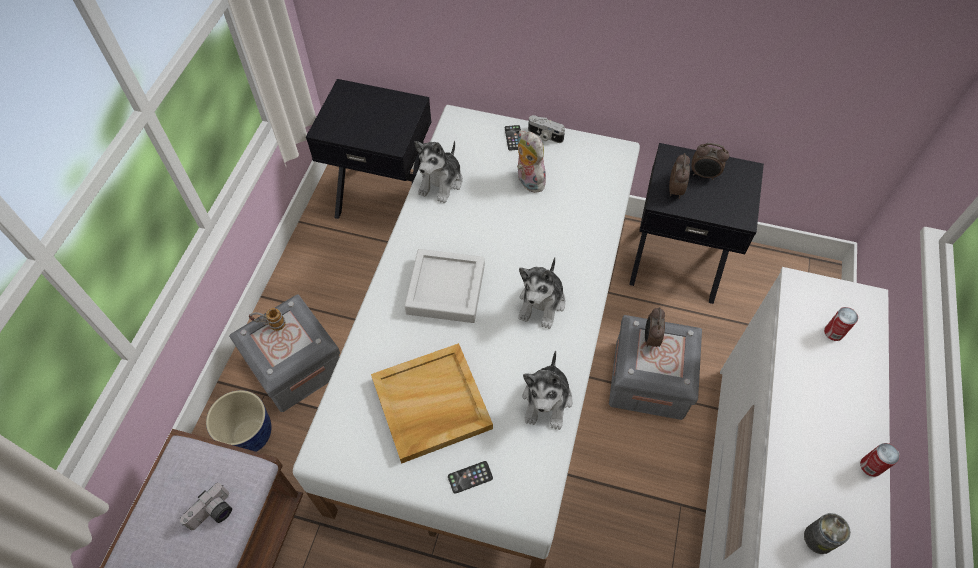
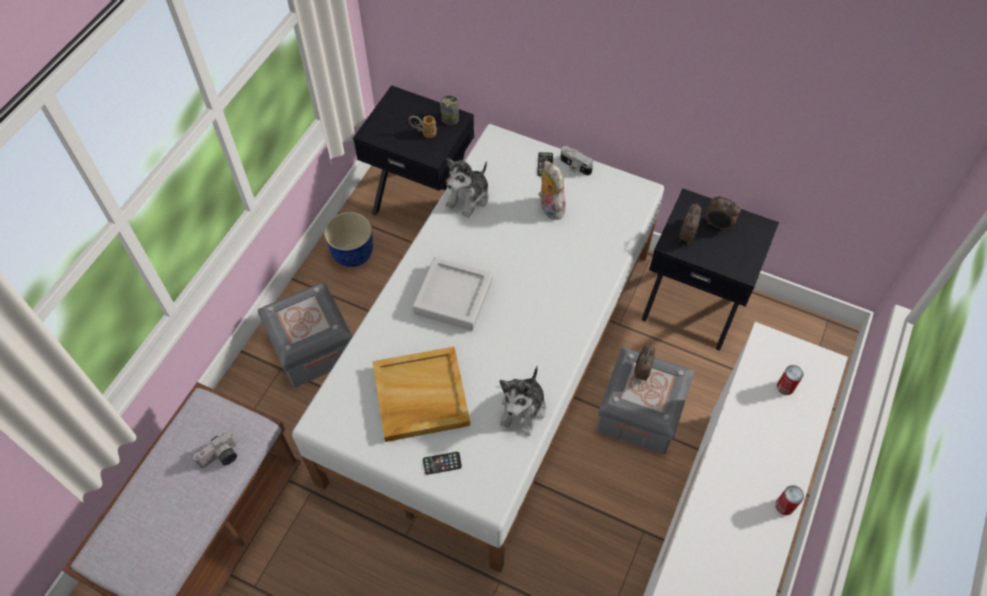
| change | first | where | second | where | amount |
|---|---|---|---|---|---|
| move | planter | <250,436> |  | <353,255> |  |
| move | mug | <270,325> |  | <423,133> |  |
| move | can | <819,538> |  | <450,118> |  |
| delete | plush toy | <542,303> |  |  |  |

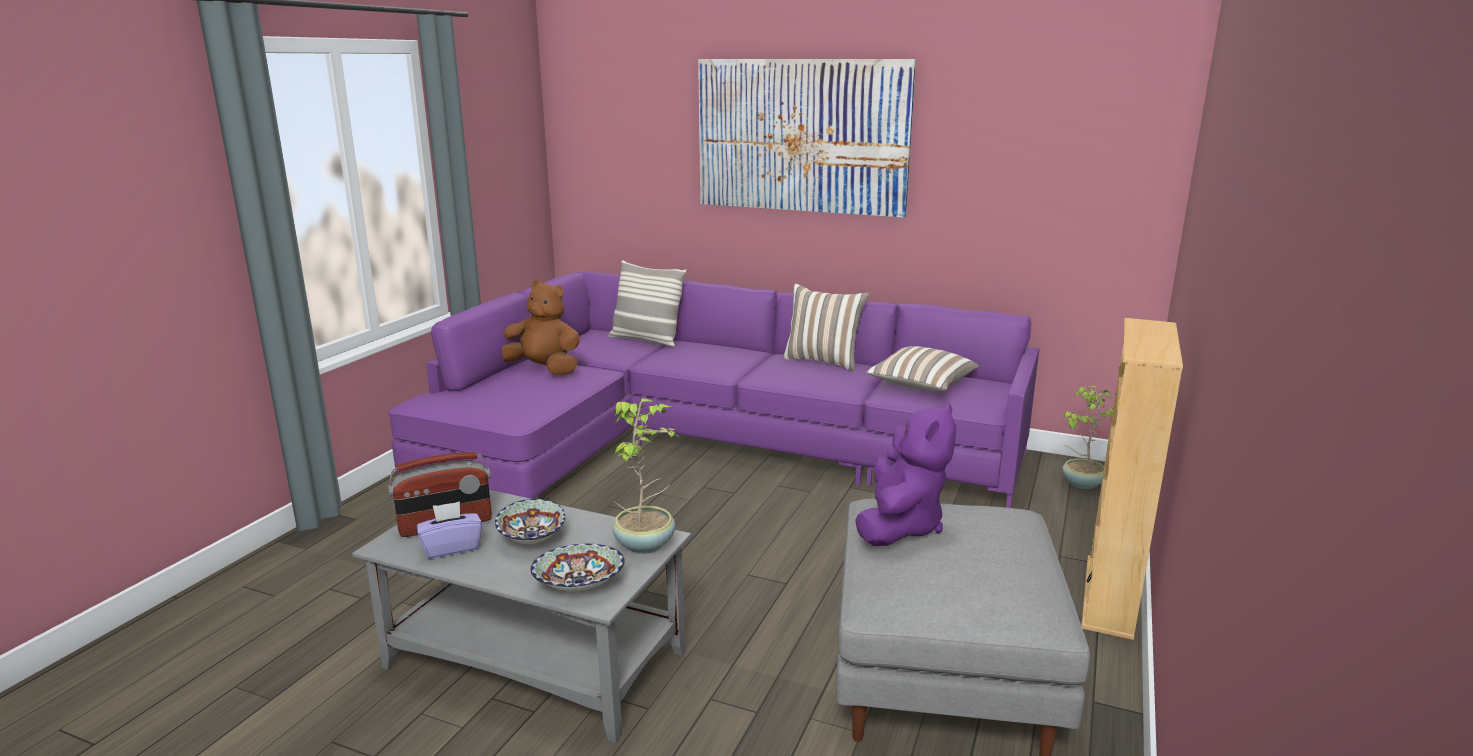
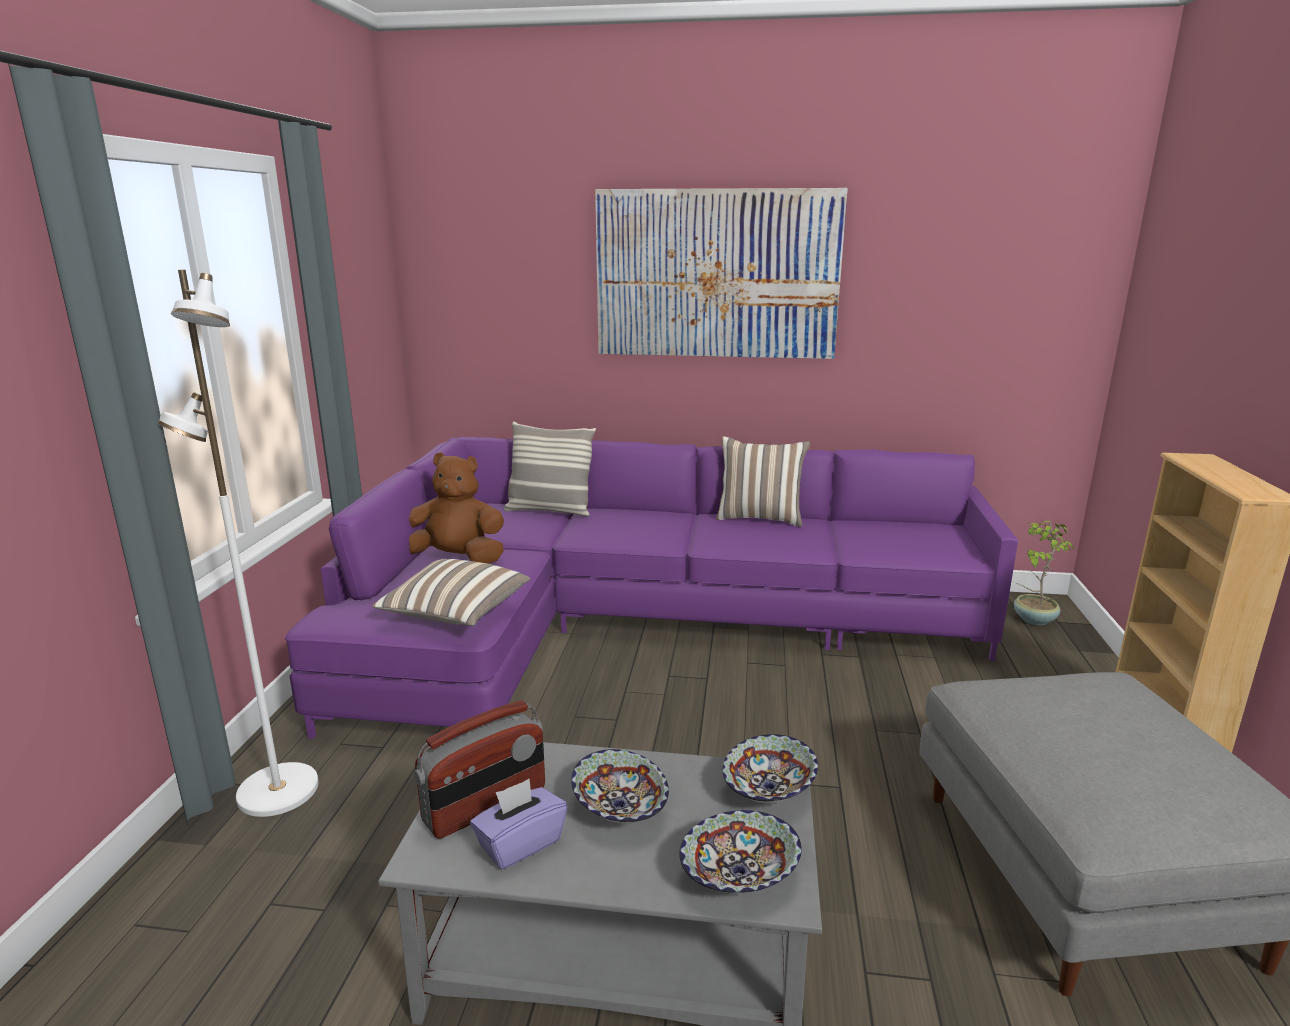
| change | first | where | second | where | amount |
|---|---|---|---|---|---|
| insert |  |  | white floor lamp | <276,792> |  |
| move | pillow | <921,386> |  | <455,613> |  |
| replace | potted plant | <646,544> | bowl | <769,791> |  |
| delete | purple plush toy | <900,526> |  |  |  |

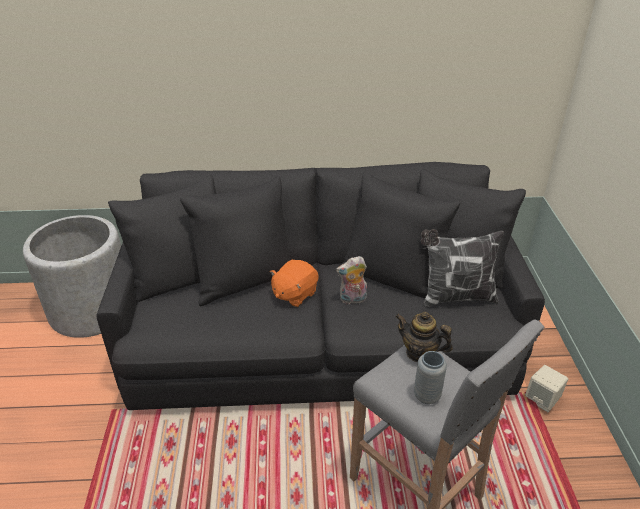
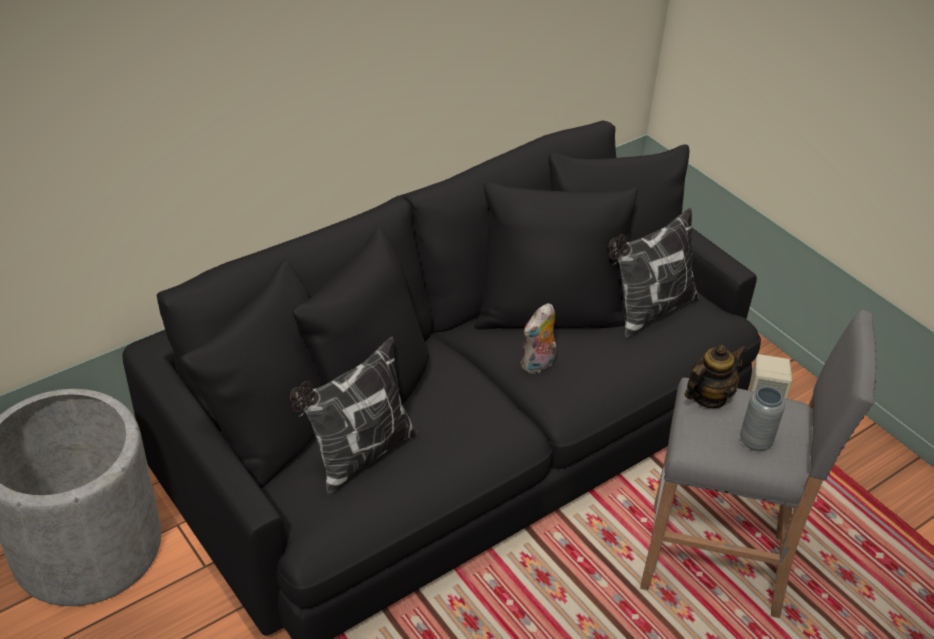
| change | first | where | second | where | amount |
|---|---|---|---|---|---|
| insert |  |  | pillow | <359,455> |  |
| rotate | teapot | <420,353> |  | <708,397> | 150 degrees clockwise |
| delete | orange plush toy | <294,294> |  |  |  |

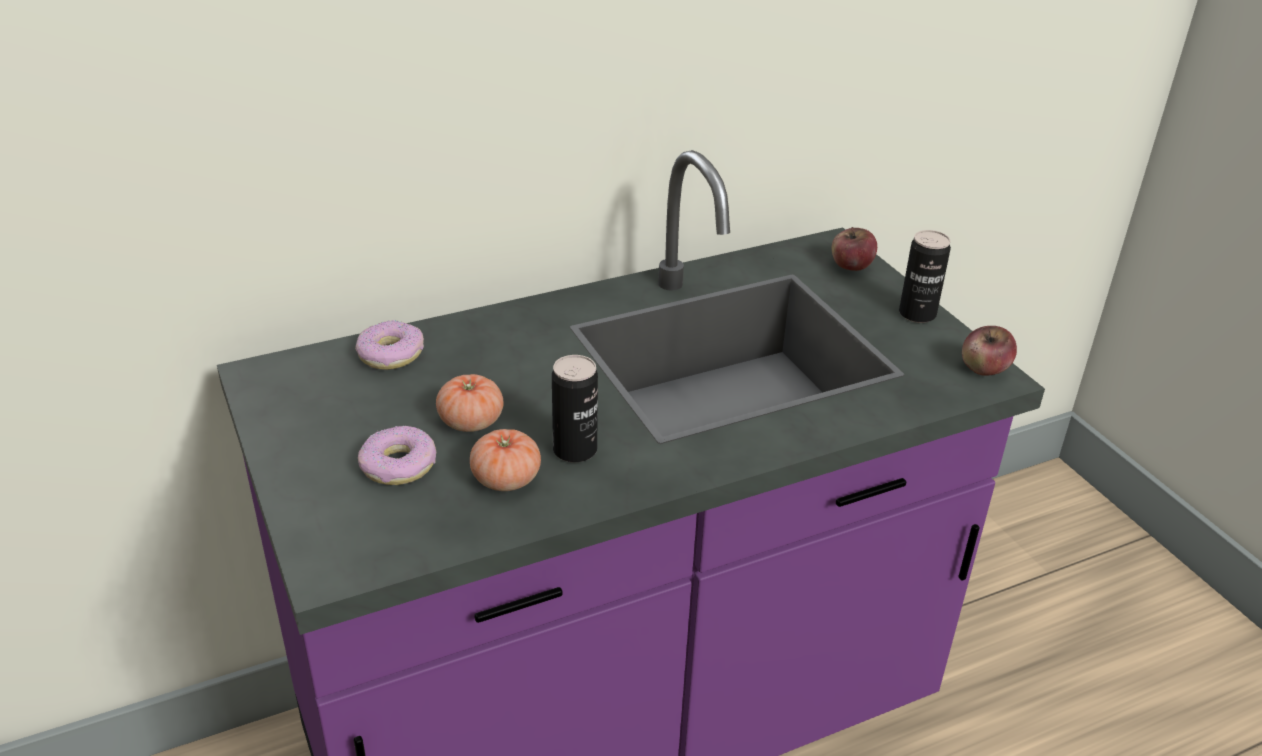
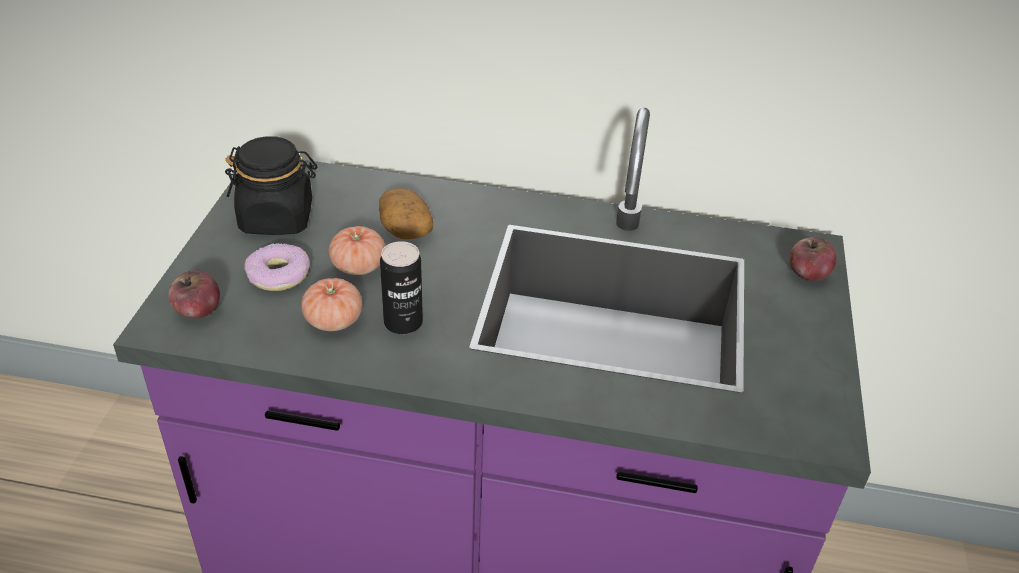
| change | first | where | second | where | amount |
|---|---|---|---|---|---|
| move | apple | <984,369> |  | <197,311> |  |
| insert |  |  | black jar | <277,218> |  |
| insert |  |  | potato | <405,228> |  |
| delete | donut | <390,354> |  |  |  |
| delete | can | <917,314> |  |  |  |

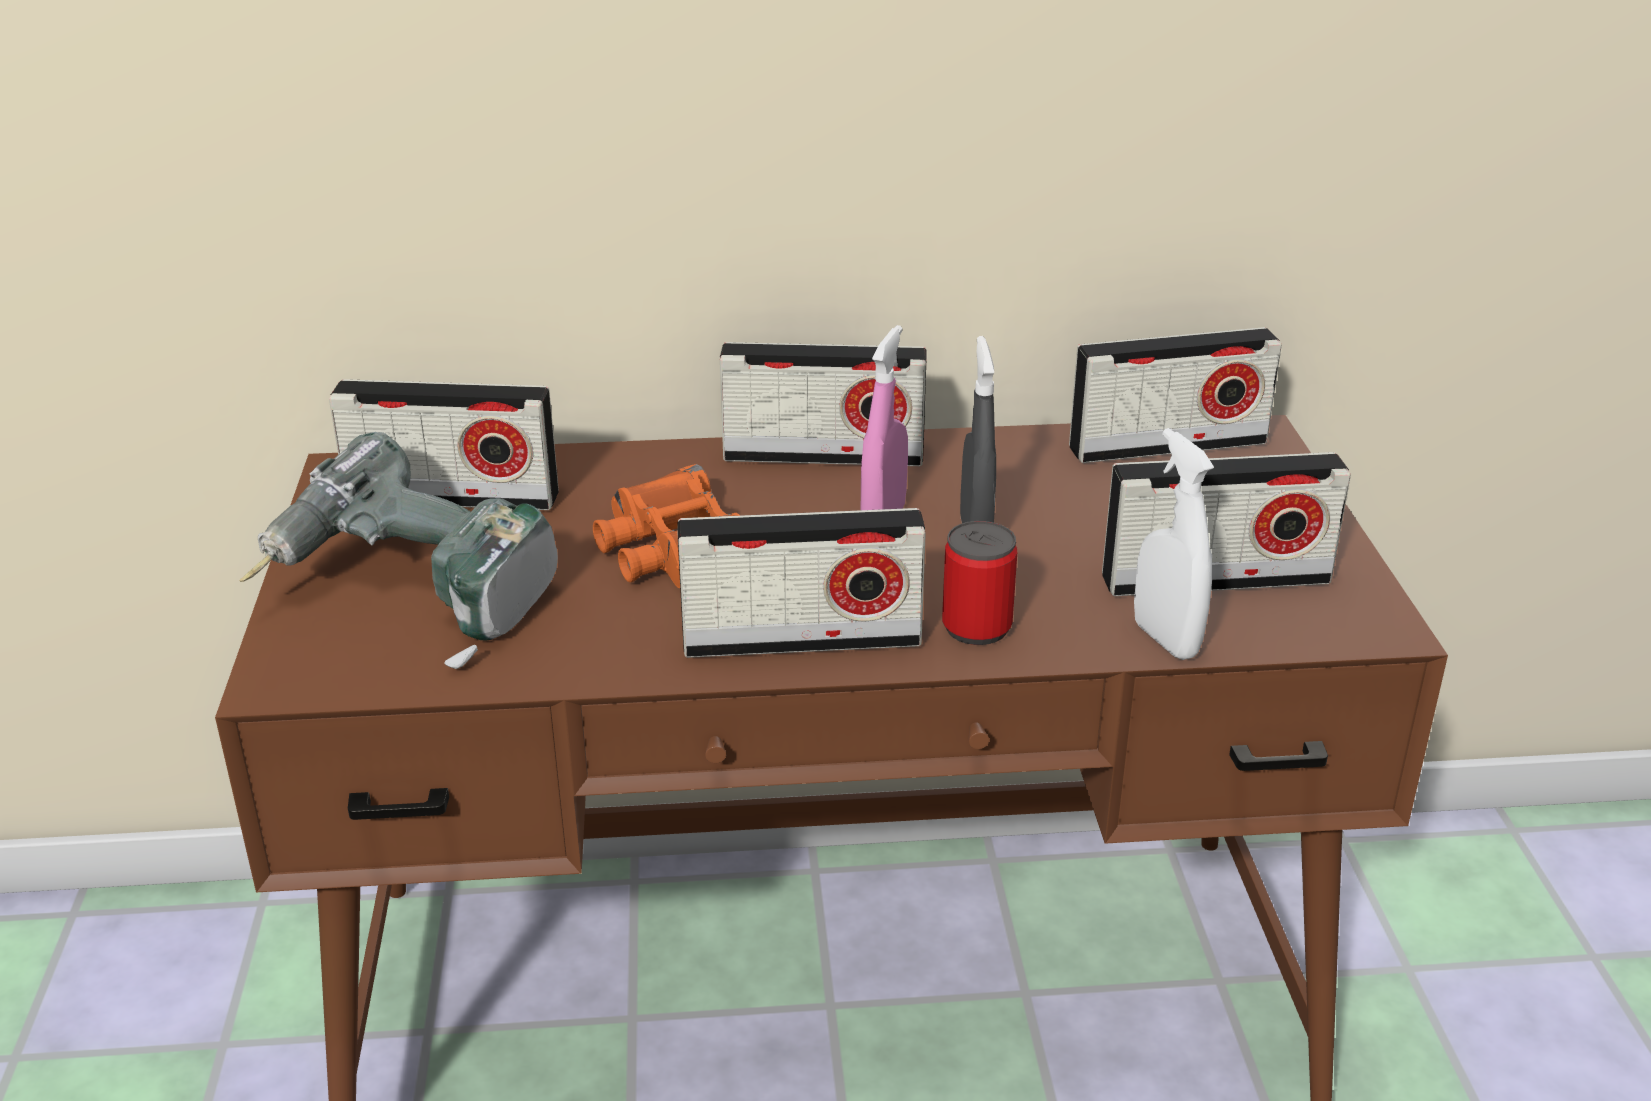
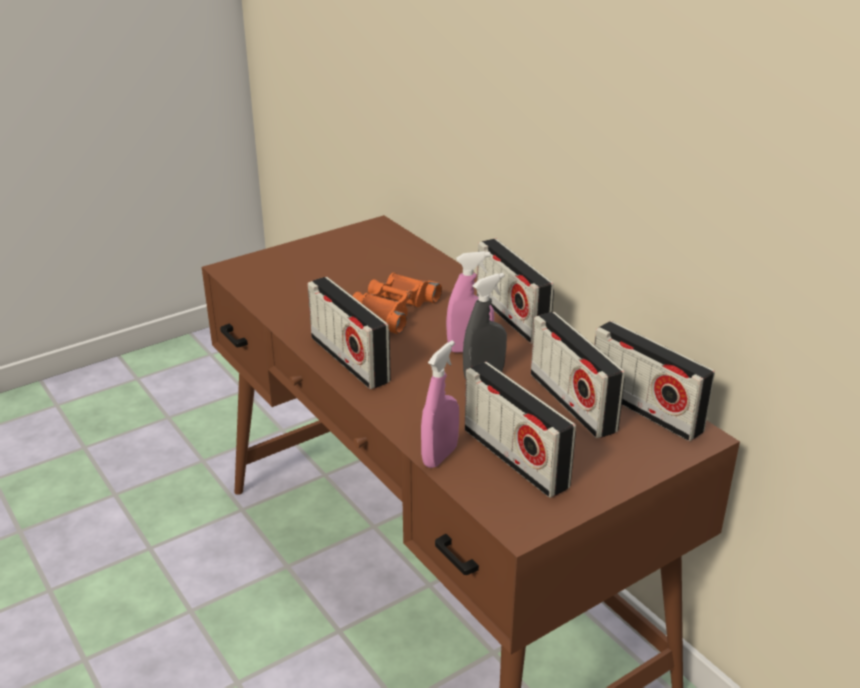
| change | first | where | second | where | amount |
|---|---|---|---|---|---|
| recolor | white spray bottle | <1165,640> | pink spray bottle | <440,456> |  |
| move | radio | <453,497> |  | <572,402> |  |
| delete | power drill | <409,598> |  |  |  |
| delete | can | <976,627> |  |  |  |

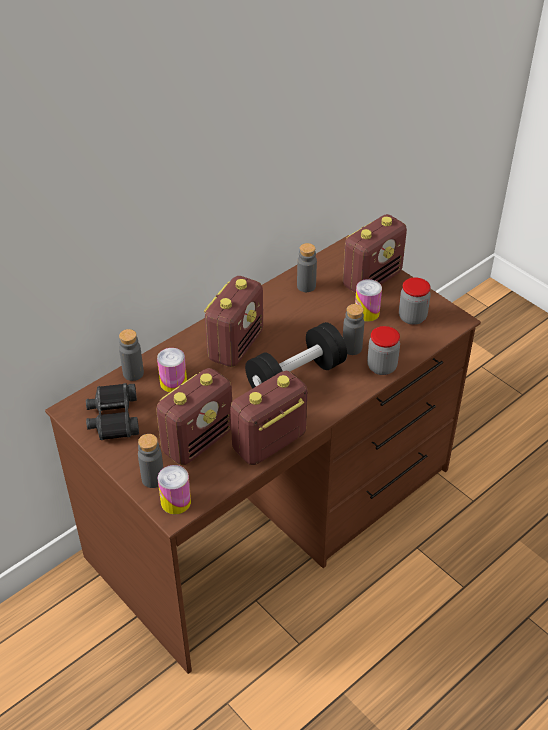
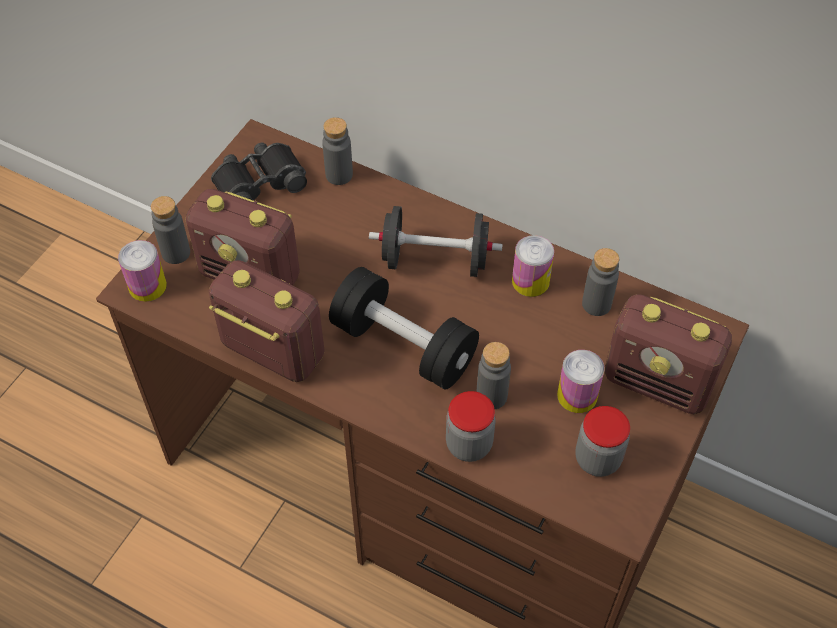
| change | first | where | second | where | amount |
|---|---|---|---|---|---|
| replace | radio | <235,345> | black dumbbell | <435,260> |  |
| move | can | <173,382> |  | <530,281> |  |

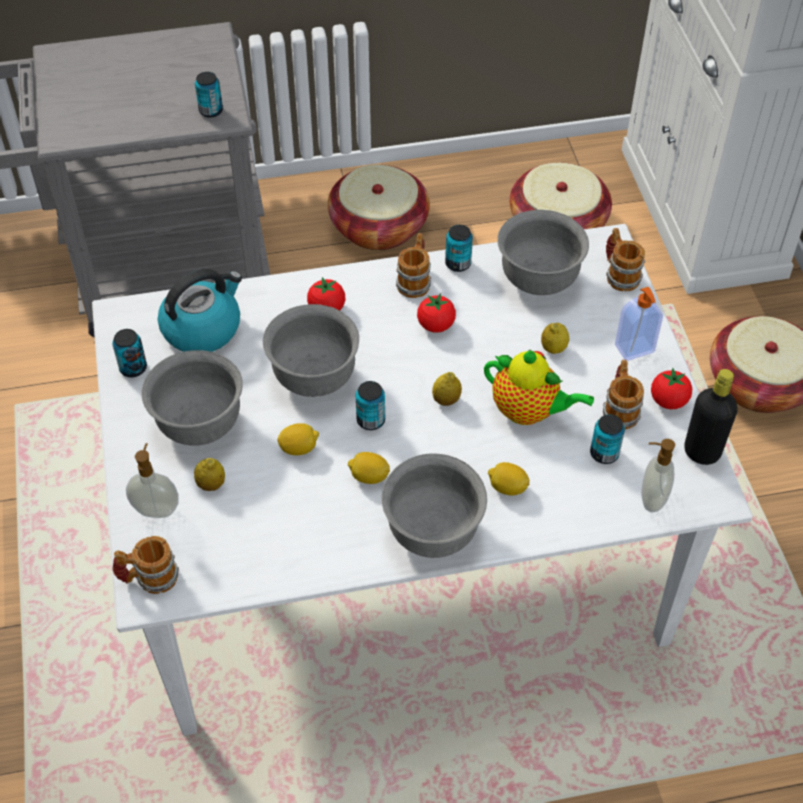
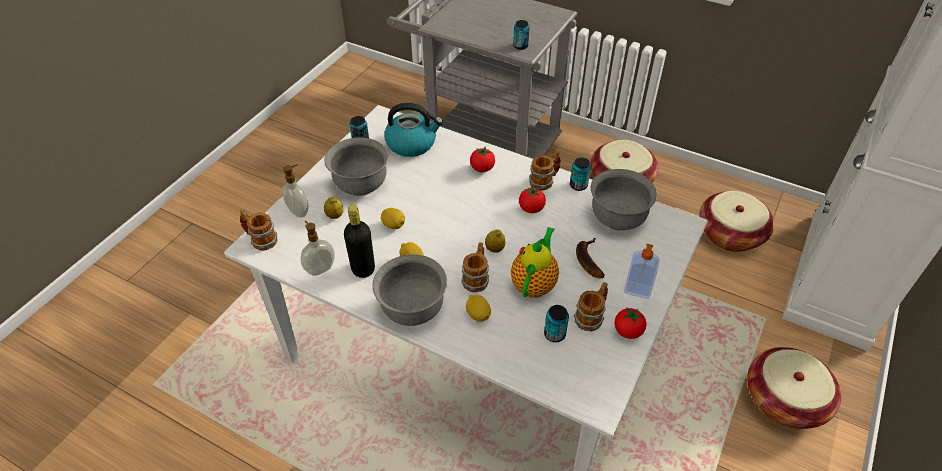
| change | first | where | second | where | amount |
|---|---|---|---|---|---|
| move | soap dispenser | <651,498> |  | <320,268> |  |
| move | black bottle | <702,452> |  | <363,269> |  |
| move | mug | <619,274> |  | <476,278> |  |
| rotate | teapot | <528,411> |  | <534,283> | 135 degrees counterclockwise |
| replace | lemon | <553,348> | banana | <586,260> |  |
| delete | grey bowl | <314,377> |  |  |  |
| delete | can | <371,420> |  |  |  |

